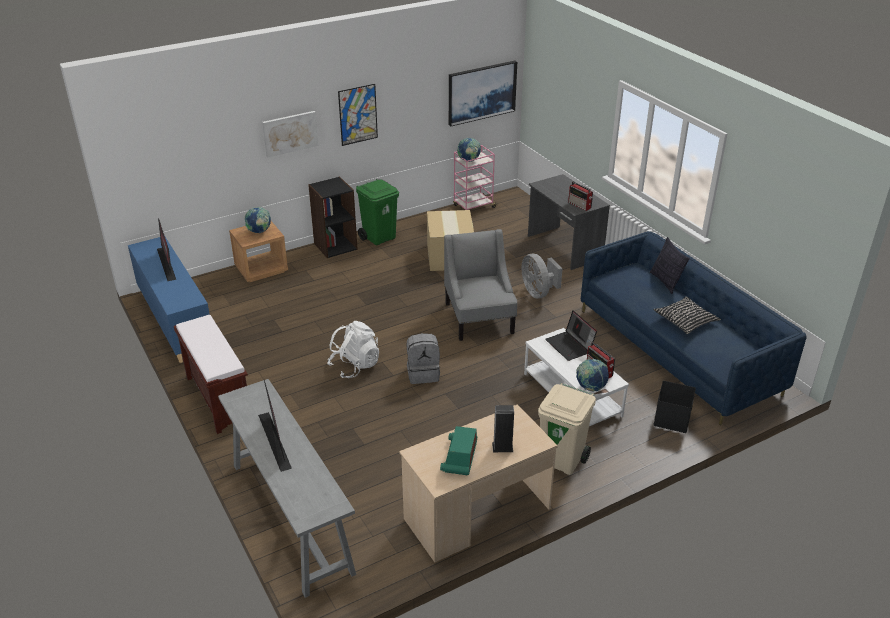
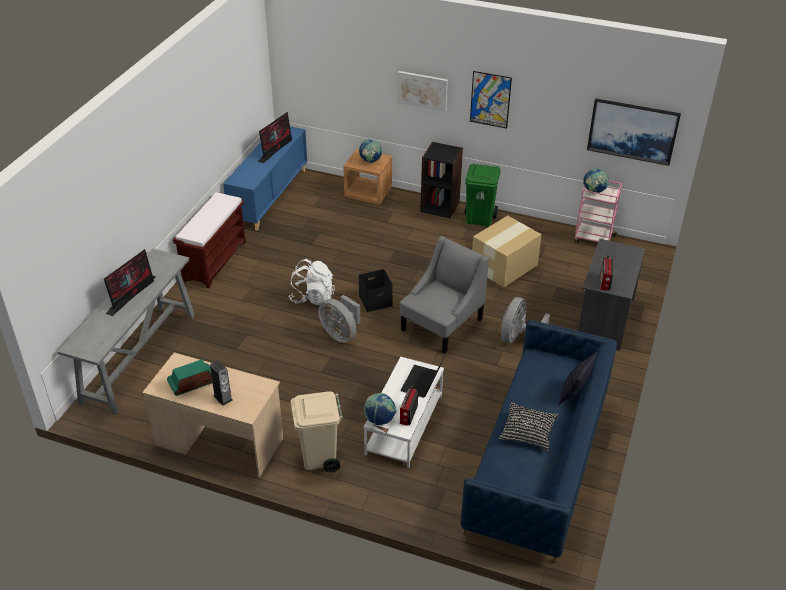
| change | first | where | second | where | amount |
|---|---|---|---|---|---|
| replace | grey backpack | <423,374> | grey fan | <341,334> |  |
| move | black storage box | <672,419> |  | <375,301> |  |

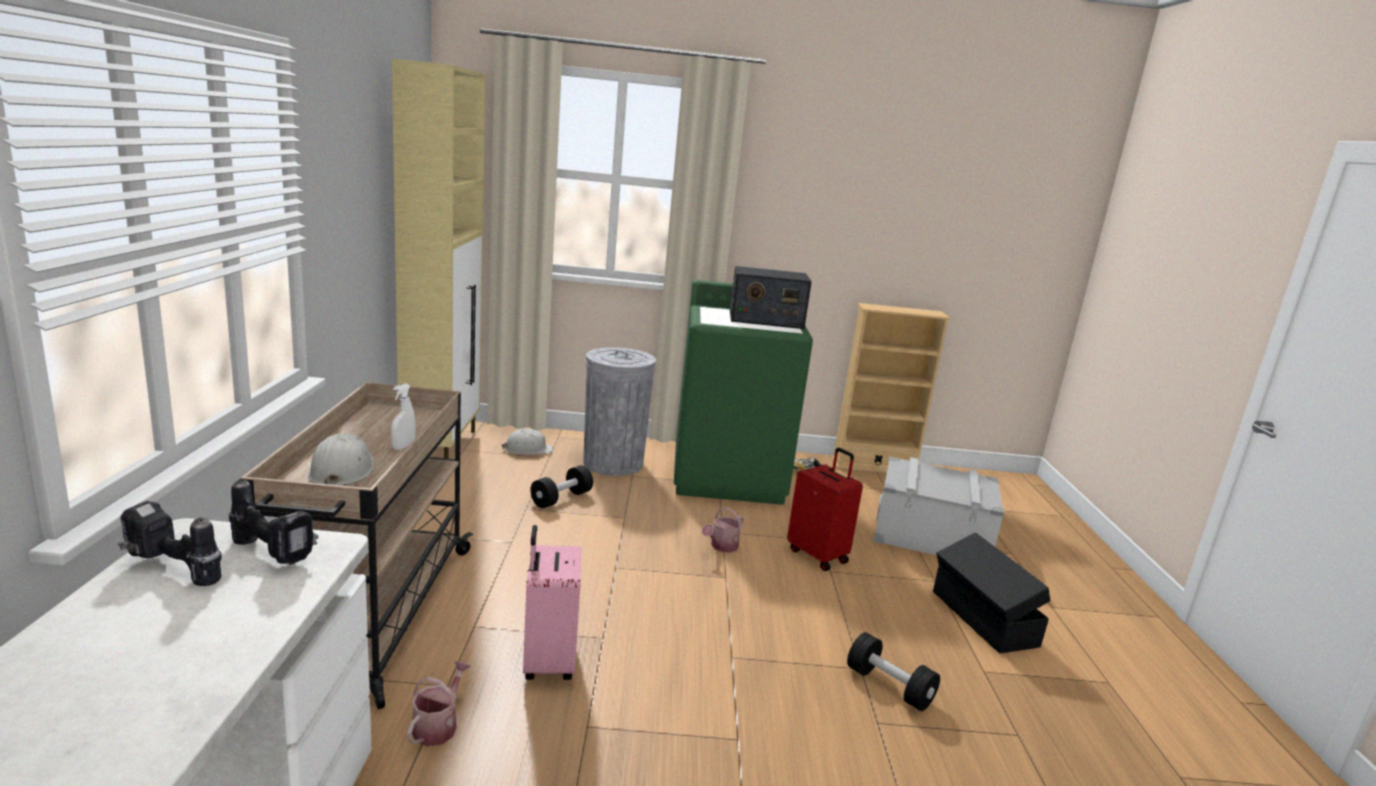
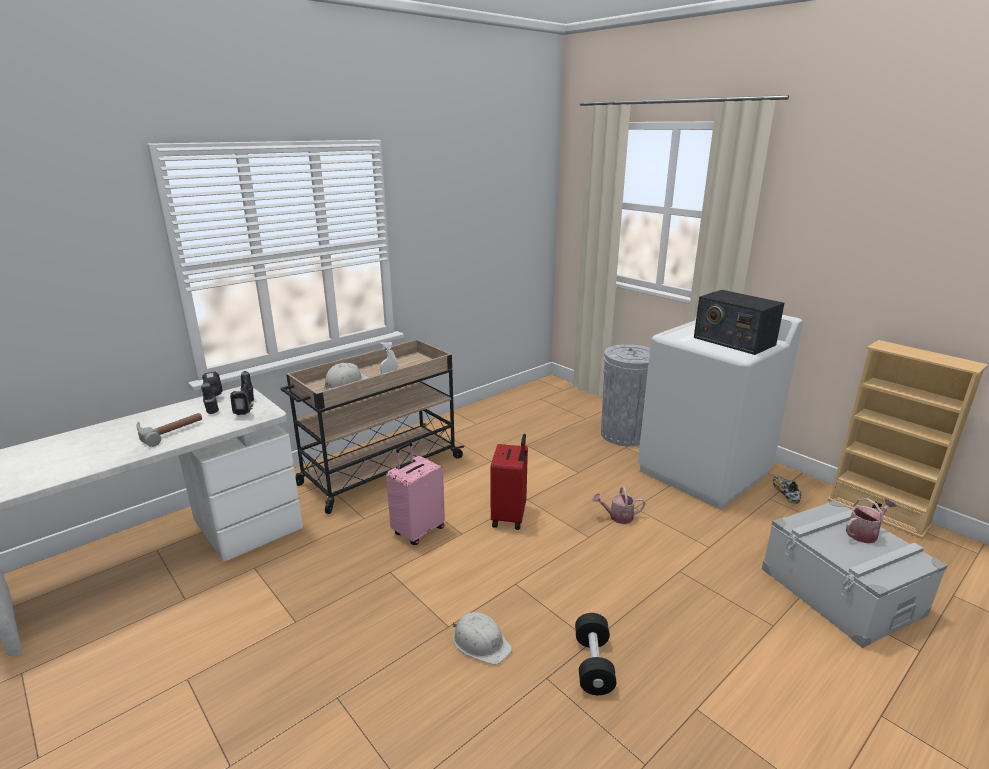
| change | first | where | second | where | amount |
|---|---|---|---|---|---|
| insert |  |  | hammer | <169,430> |  |
| move | white hard hat | <527,449> |  | <481,642> |  |
| move | red suitcase | <818,555> |  | <510,517> |  |
| recolor | green washing machine | <729,476> | white washing machine | <704,472> |  |
| move | watering can | <438,725> |  | <864,533> |  |
| delete | beige cabinet | <442,446> |  |  |  |
| delete | black dumbbell | <561,498> |  |  |  |
| delete | black storage box | <983,619> |  |  |  |

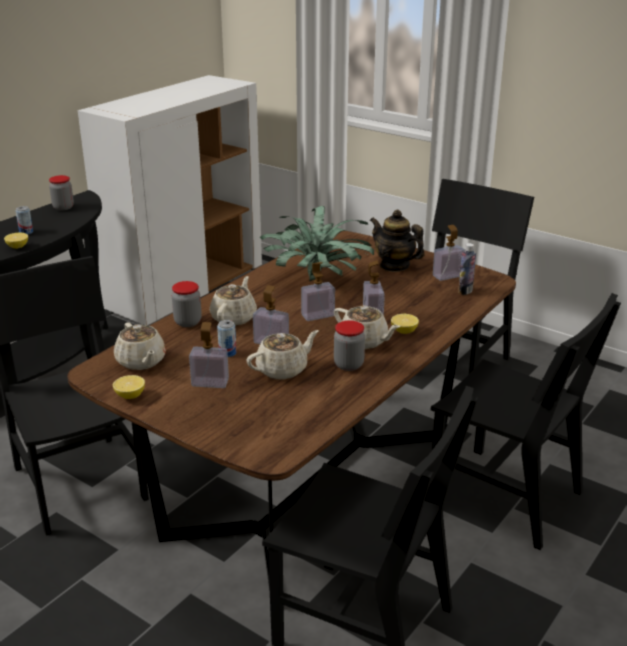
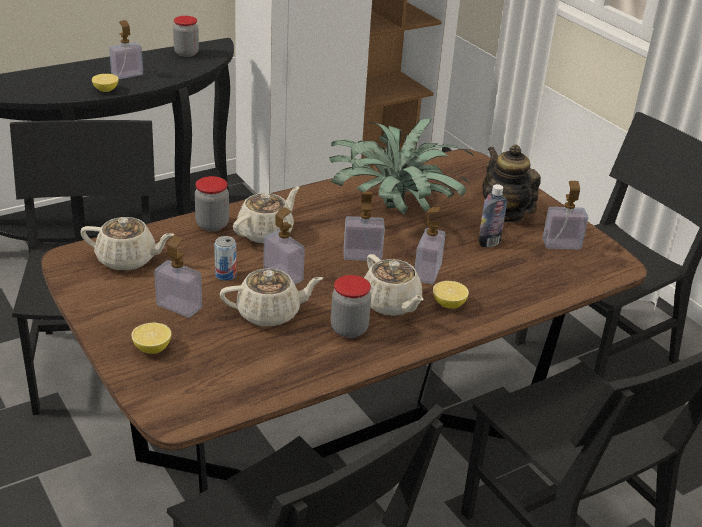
| change | first | where | second | where | amount |
|---|---|---|---|---|---|
| rotate | beige teapot | <141,362> |  | <128,260> | 75 degrees counterclockwise |
| replace | can | <26,232> | soap dispenser | <127,74> |  |
| move | lemon | <130,396> |  | <152,348> |  |
| move | bottle | <465,291> |  | <489,243> |  |

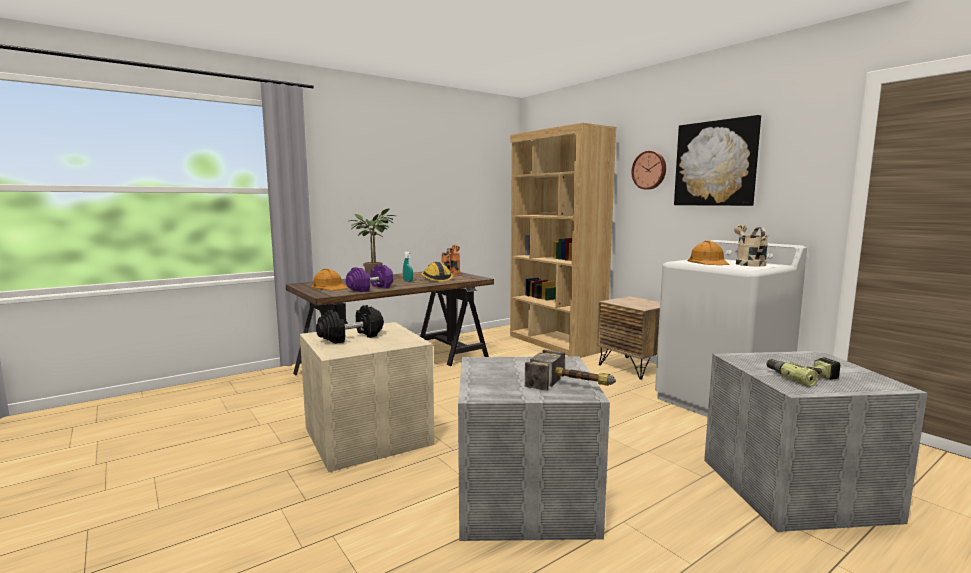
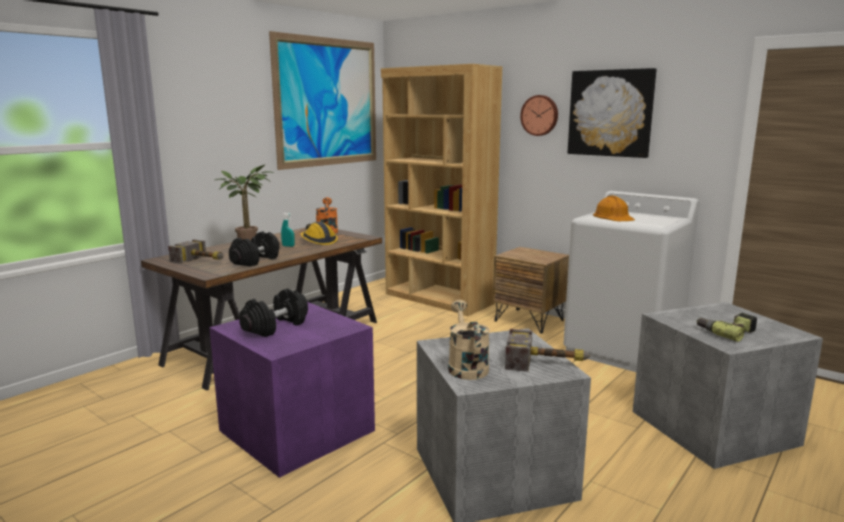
| change | first | where | second | where | amount |
|---|---|---|---|---|---|
| replace | orange hard hat | <329,287> | hammer | <203,261> |  |
| recolor | beige storage box | <368,435> | purple storage box | <297,429> |  |
| recolor | purple dumbbell | <370,288> | black dumbbell | <255,261> |  |
| insert |  |  | picture | <328,102> |  |
| move | beige watering can | <748,263> |  | <466,366> |  |

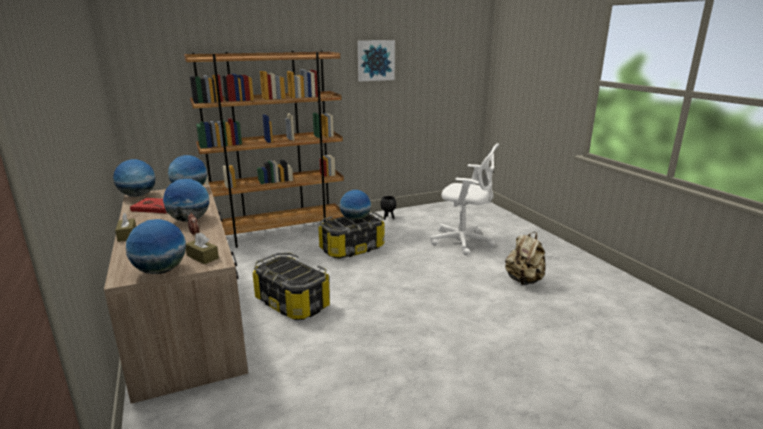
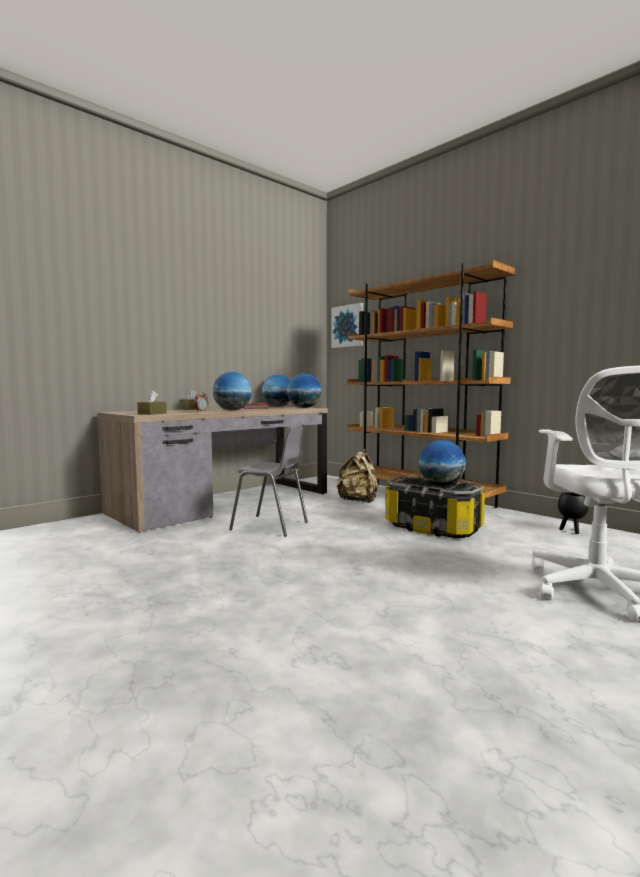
| change | first | where | second | where | amount |
|---|---|---|---|---|---|
| replace | storage box | <293,303> | grey chair | <271,526> |  |
| move | picture | <375,60> |  | <348,326> |  |
| move | beige backpack | <524,280> |  | <358,501> |  |
| delete | globe | <161,270> |  |  |  |

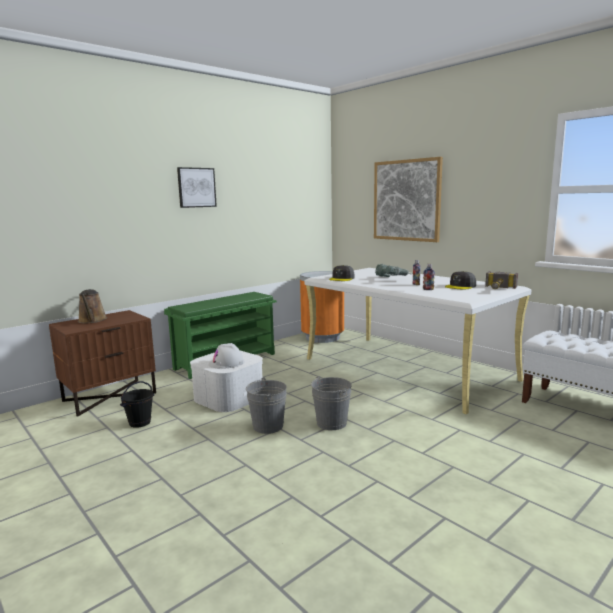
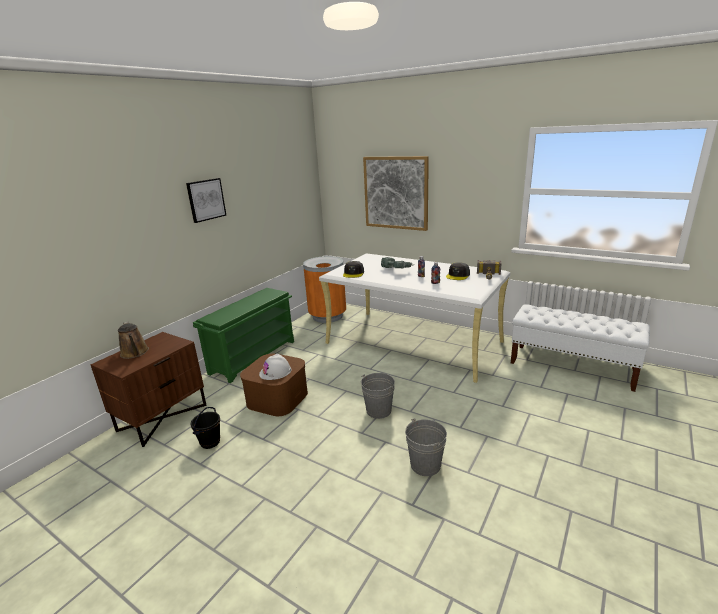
| change | first | where | second | where | amount |
|---|---|---|---|---|---|
| recolor | white storage box | <228,397> | brown storage box | <277,398> |  |
| move | grey bucket | <268,426> |  | <425,465> |  |

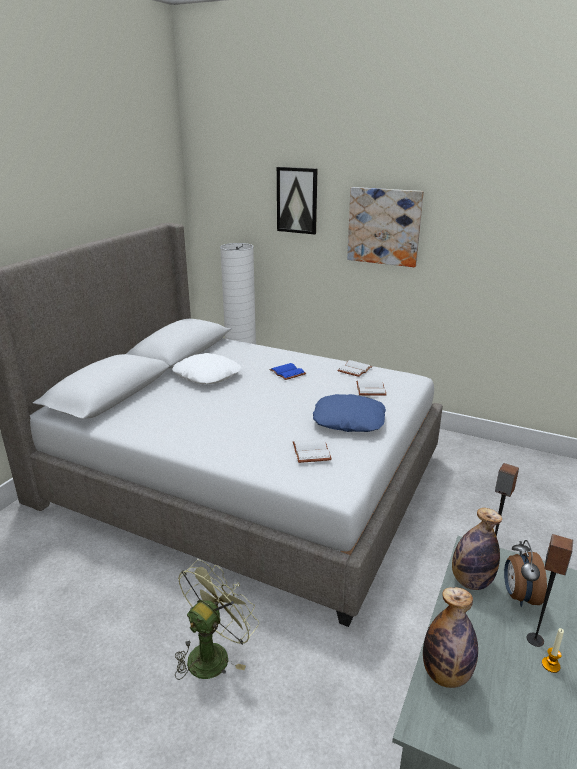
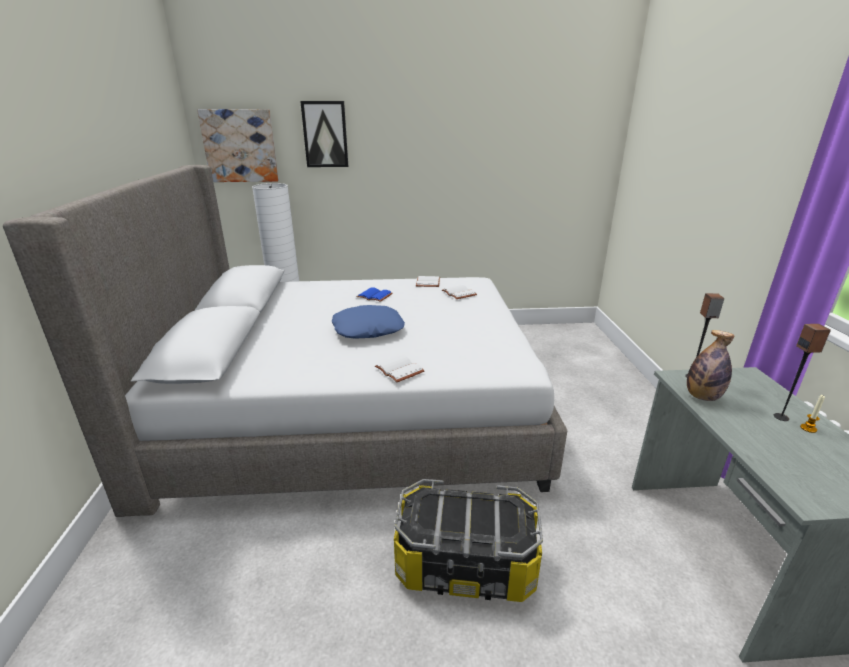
| change | first | where | second | where | amount |
|---|---|---|---|---|---|
| move | picture | <384,226> |  | <240,146> |  |
| move | blue pillow | <349,420> |  | <368,329> |  |
| move | white book | <310,451> |  | <398,370> |  |
| replace | green fan | <213,653> | storage box | <465,565> |  |
| delete | white pillow | <207,375> |  |  |  |
| delete | bottle | <446,674> |  |  |  |
| delete | alarm clock | <518,596> |  |  |  |

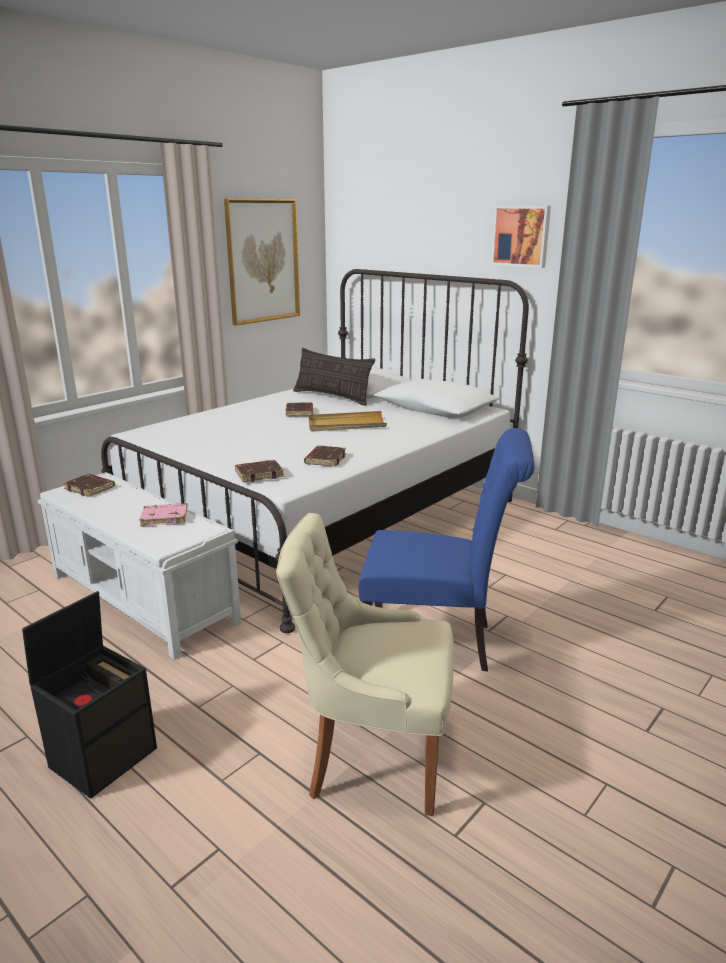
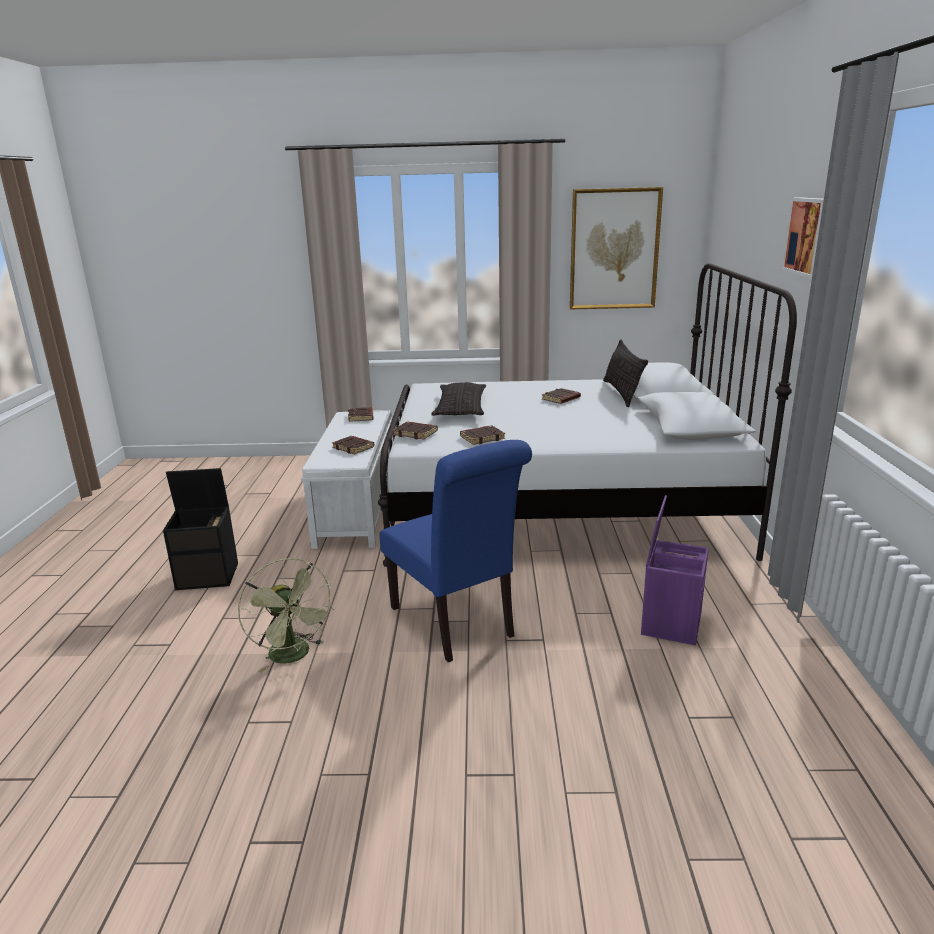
| change | first | where | second | where | amount |
|---|---|---|---|---|---|
| replace | beige chair | <372,755> | green fan | <294,656> |  |
| recolor | pink book | <165,518> | brown book | <354,448> |  |
| insert |  |  | pillow | <460,407> |  |
| insert |  |  | purple storage box | <670,622> |  |
| delete | beige tray | <346,425> |  |  |  |

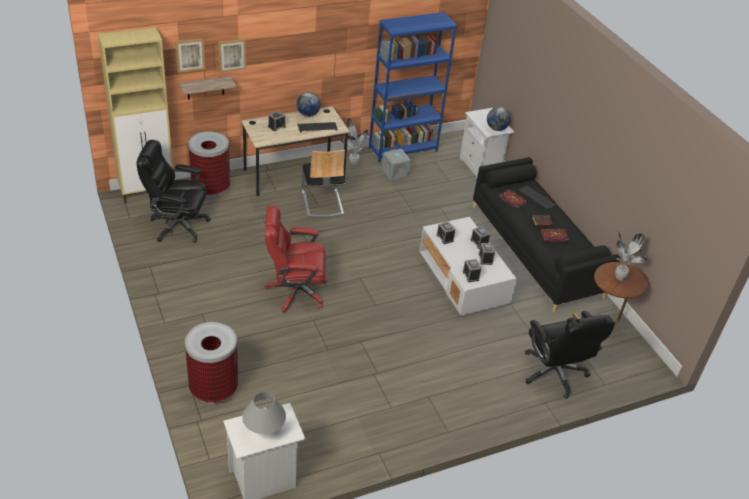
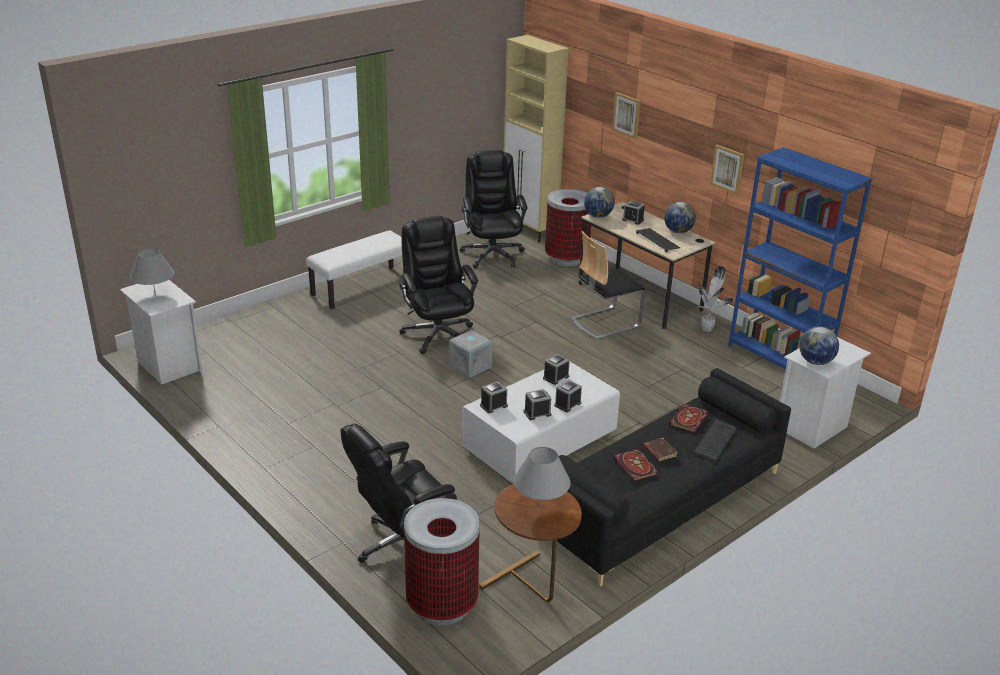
| change | first | where | second | where | amount |
|---|---|---|---|---|---|
| insert |  |  | white bench | <362,287> |  |
| recolor | red office chair | <295,291> | black office chair | <437,334> |  |
| move | trash can | <214,389> |  | <442,604> |  |
| move | grey storage box | <394,173> |  | <470,366> |  |
| replace | potted plant | <619,277> | grey table lamp | <540,505> |  |
| insert |  |  | globe | <598,216> |  |
| move | picture | <190,54> |  | <728,169> |  |
| delete | shelf | <205,88> |  |  |  |

